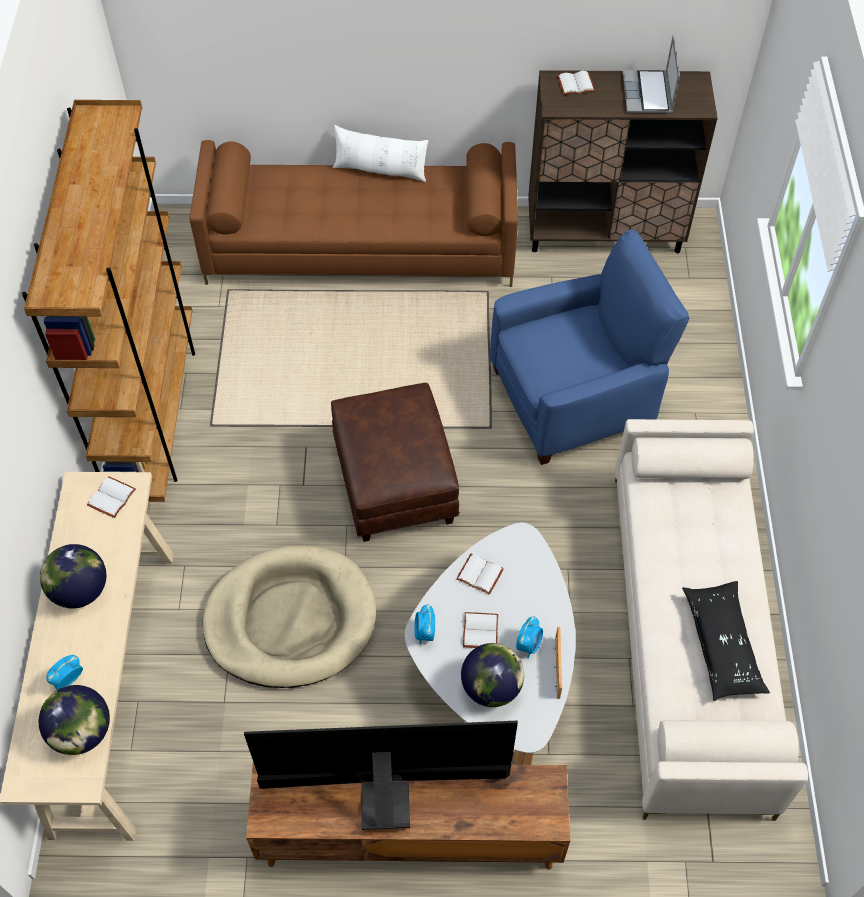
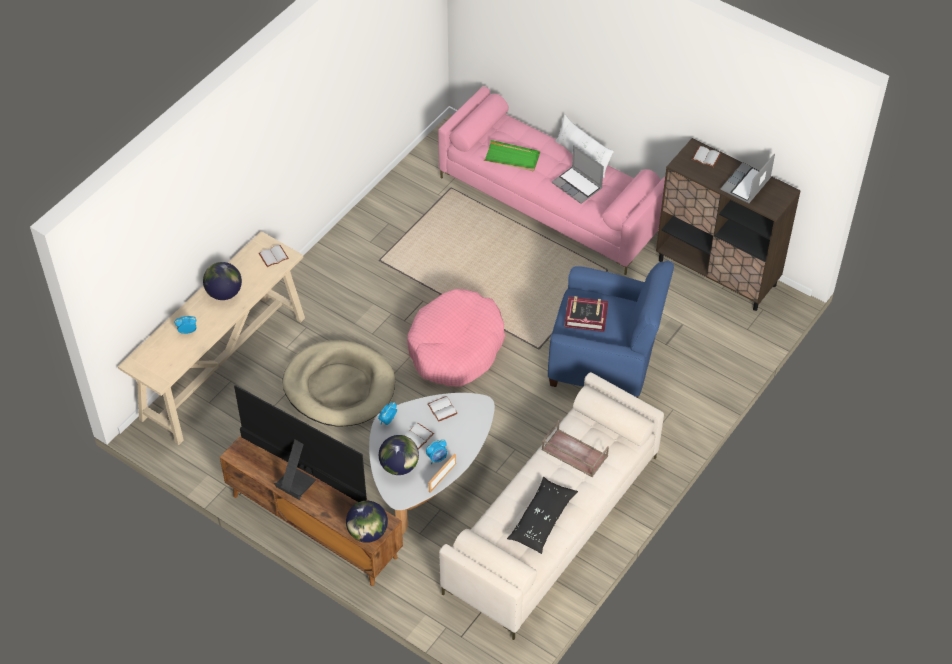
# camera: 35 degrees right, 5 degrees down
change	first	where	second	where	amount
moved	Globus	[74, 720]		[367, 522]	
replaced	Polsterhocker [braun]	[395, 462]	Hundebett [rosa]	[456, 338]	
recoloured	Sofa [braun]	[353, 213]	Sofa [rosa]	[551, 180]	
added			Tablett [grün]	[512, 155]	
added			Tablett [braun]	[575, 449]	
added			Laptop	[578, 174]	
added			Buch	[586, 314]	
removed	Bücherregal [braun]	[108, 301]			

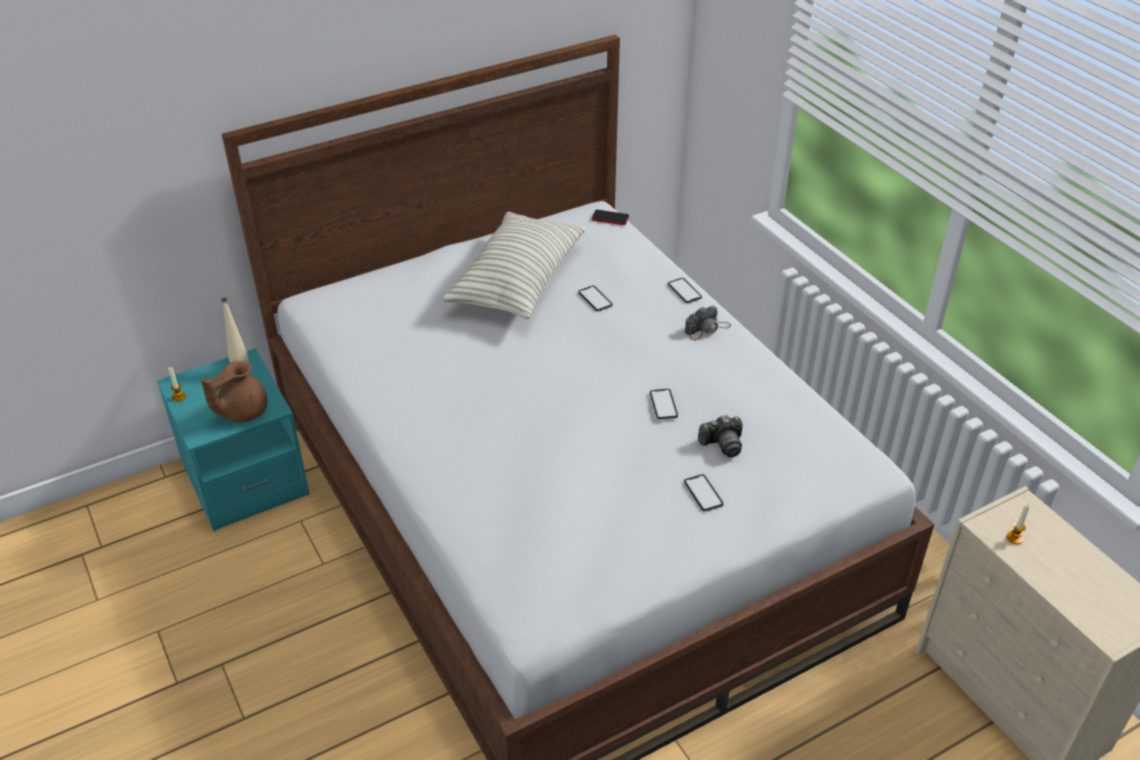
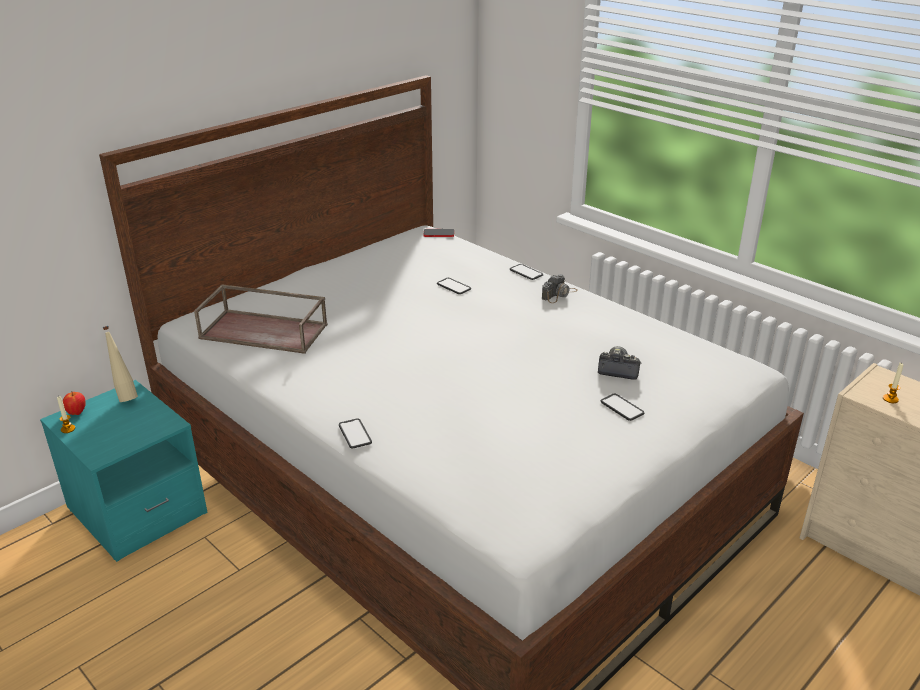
# camera: 15 degrees left, 10 degrees down
change	first	where	second	where	amount
added			Apfel	[74, 403]	
added			Tablett [braun]	[261, 319]	
moved	Handy	[664, 404]		[355, 433]	
turned	Kamera	[720, 436]		[620, 363]	135 degrees counterclockwise
removed	Teekanne [braun]	[234, 391]			
removed	Kissen	[514, 265]			

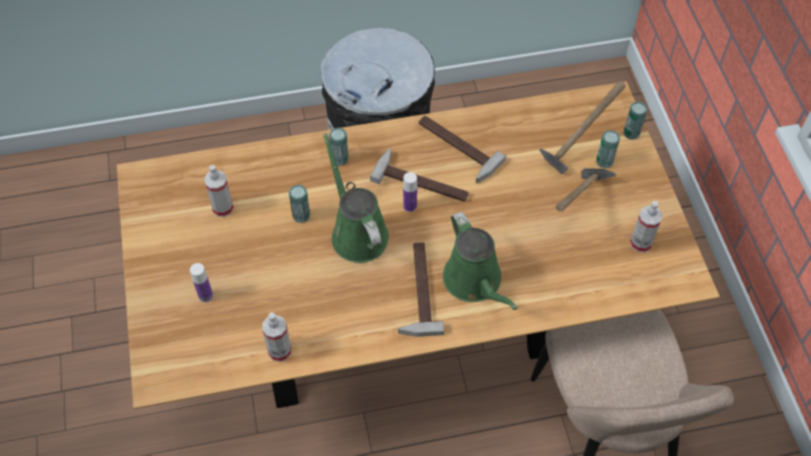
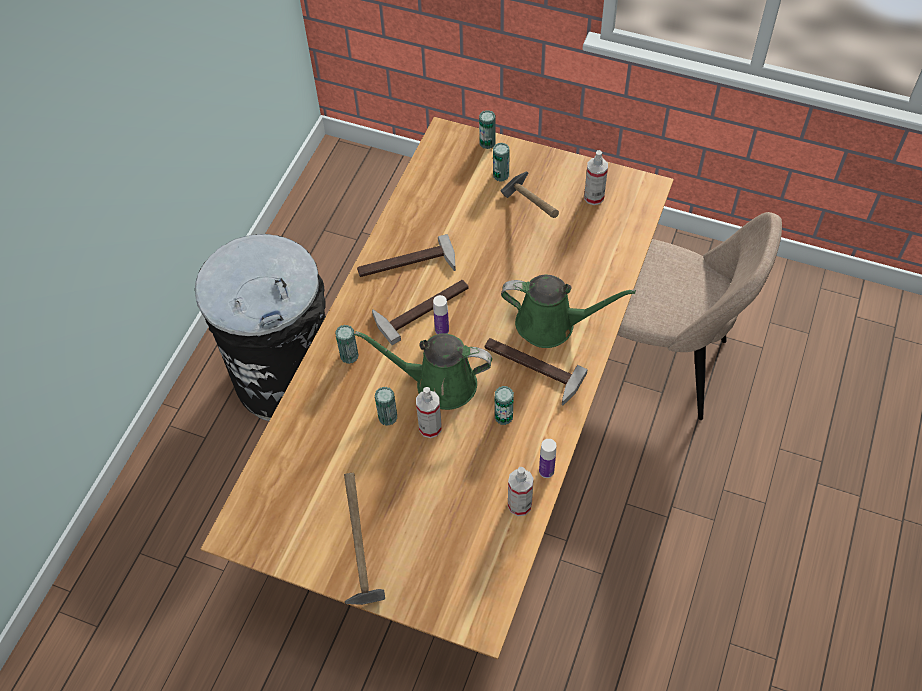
# camera: 55 degrees left, 0 degrees up
change	first	where	second	where	amount
moved	Hammer	[582, 127]		[364, 539]	
moved	Sprühflasche	[219, 191]		[429, 412]	
added			Dose	[504, 405]	
moved	Flasche	[201, 282]		[547, 458]	

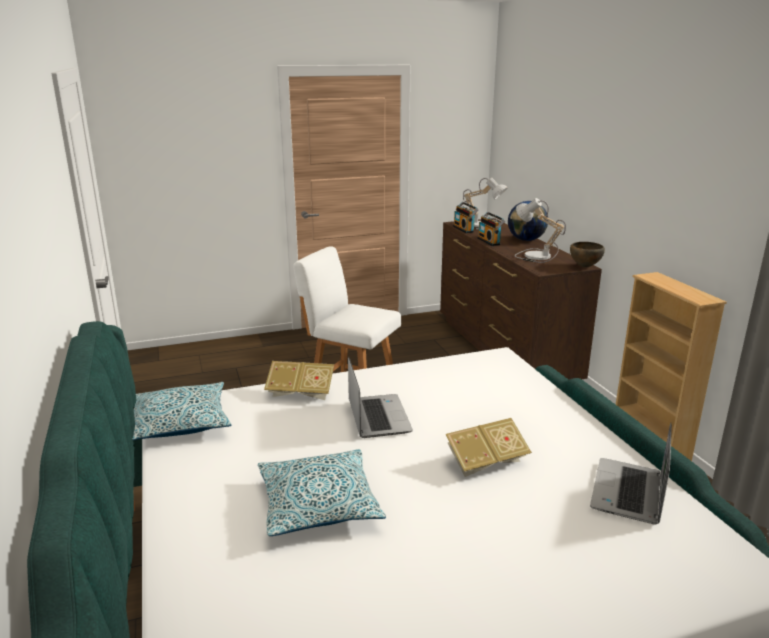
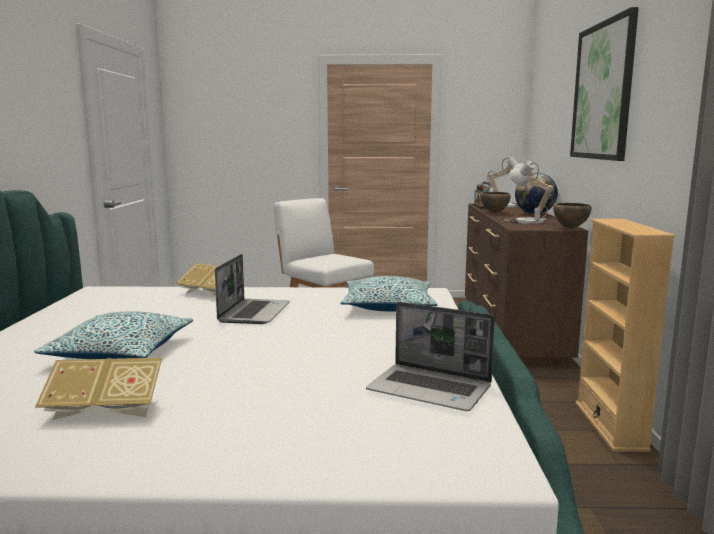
# camera: 20 degrees right, 10 degrees down
change	first	where	second	where	amount
moved	Buch	[489, 447]		[98, 389]	
moved	Kissen	[182, 411]		[388, 294]	
turned	Laptop	[631, 474]		[430, 356]	105 degrees counterclockwise
replaced	Radio	[491, 229]	Schüssel [braun]	[495, 202]	
added			Bild	[604, 84]	

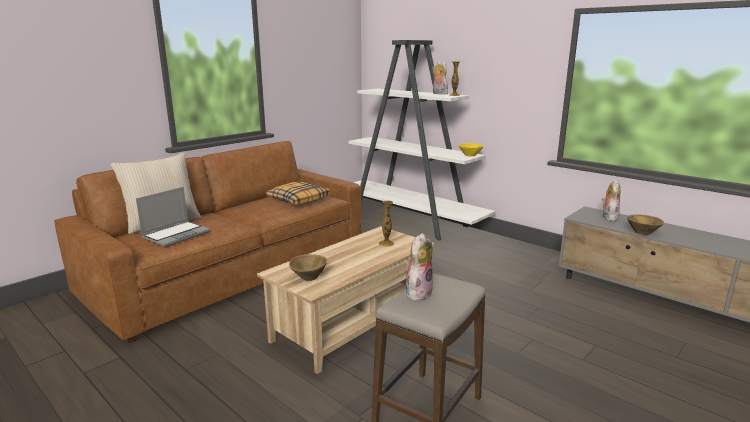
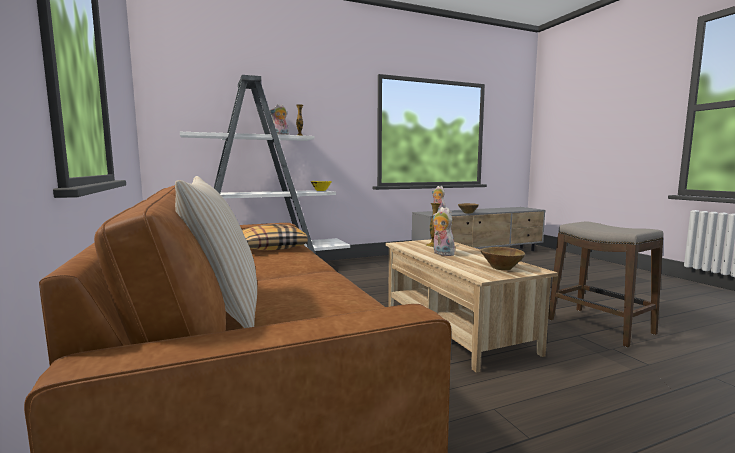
# camera: 65 degrees left, 10 degrees down
change	first	where	second	where	amount
moved	Plüschtier	[419, 267]		[445, 231]	
removed	Laptop	[173, 217]			

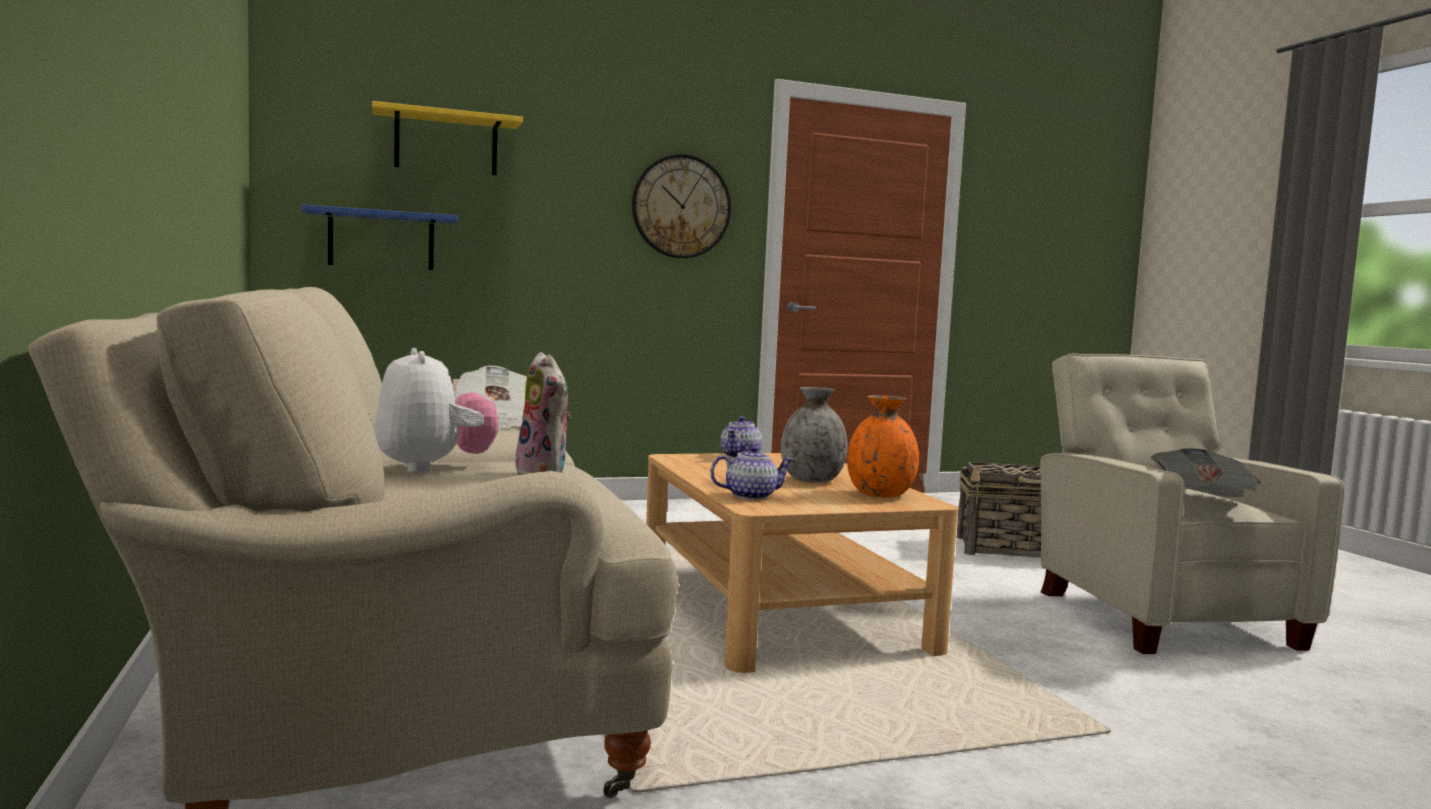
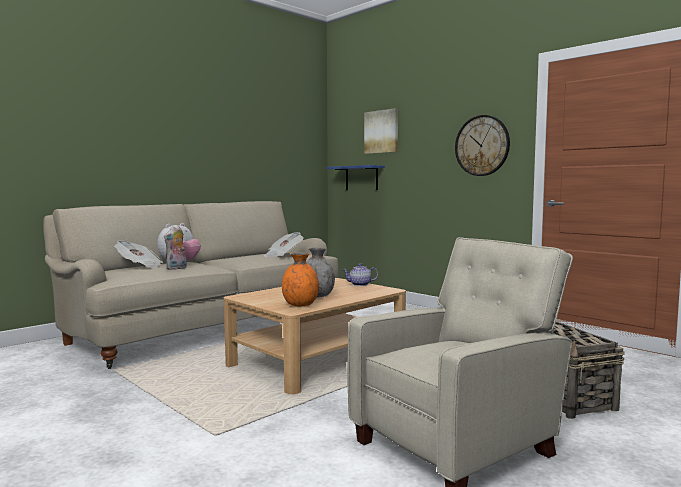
# camera: 65 degrees right, 0 degrees up
change	first	where	second	where	amount
moved	Zeitung	[1206, 472]		[138, 254]	
replaced	Wandregal [gelb]	[447, 138]	Bild	[381, 131]	
removed	Teekanne	[752, 473]			

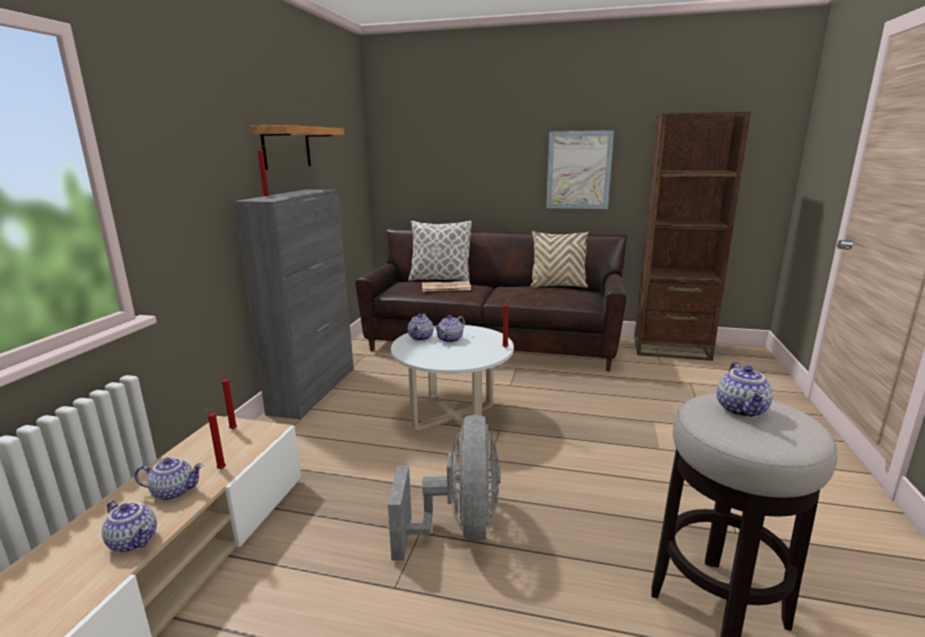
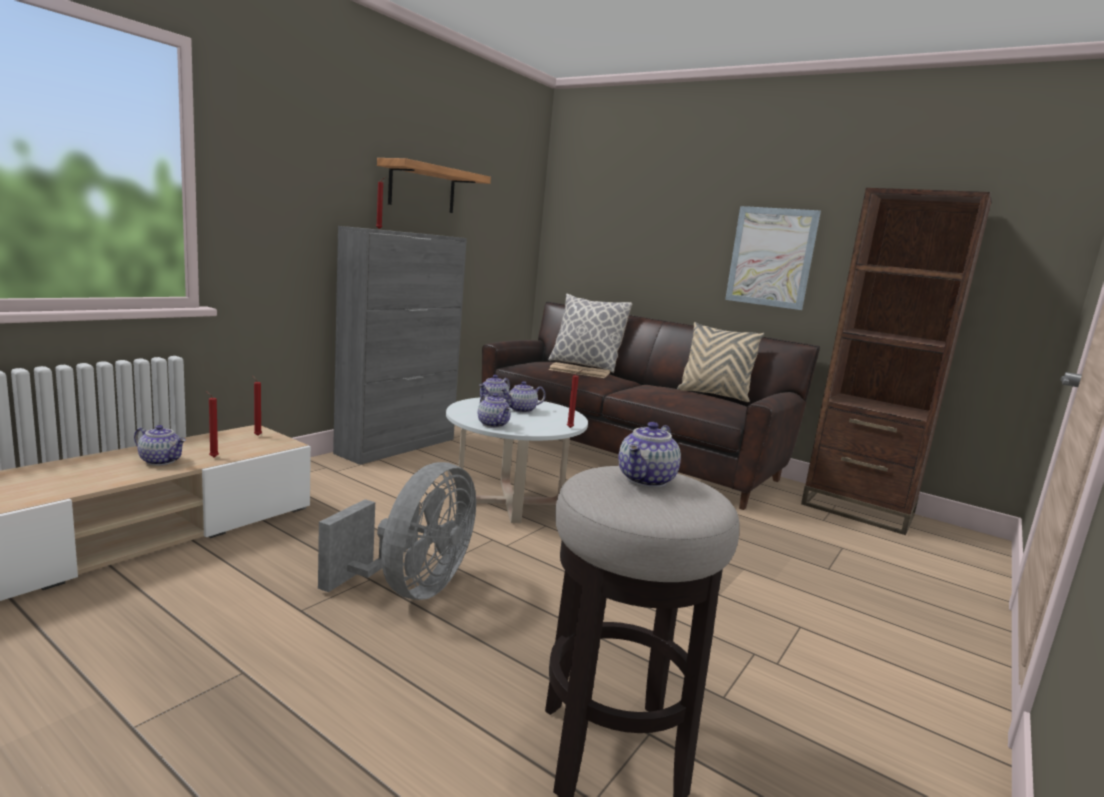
# camera: 20 degrees right, 5 degrees down
change	first	where	second	where	amount
moved	Teekanne	[129, 526]		[494, 410]	

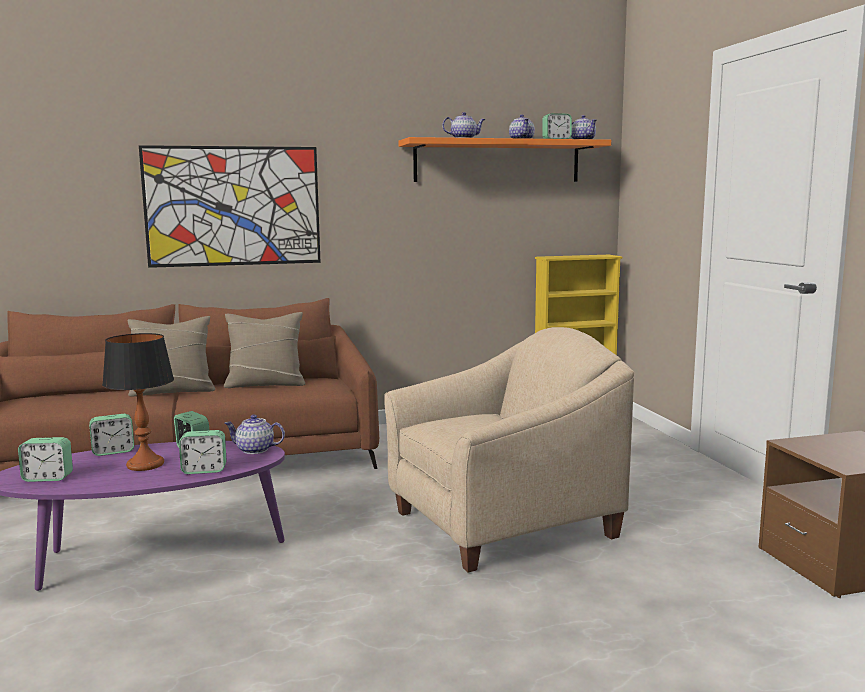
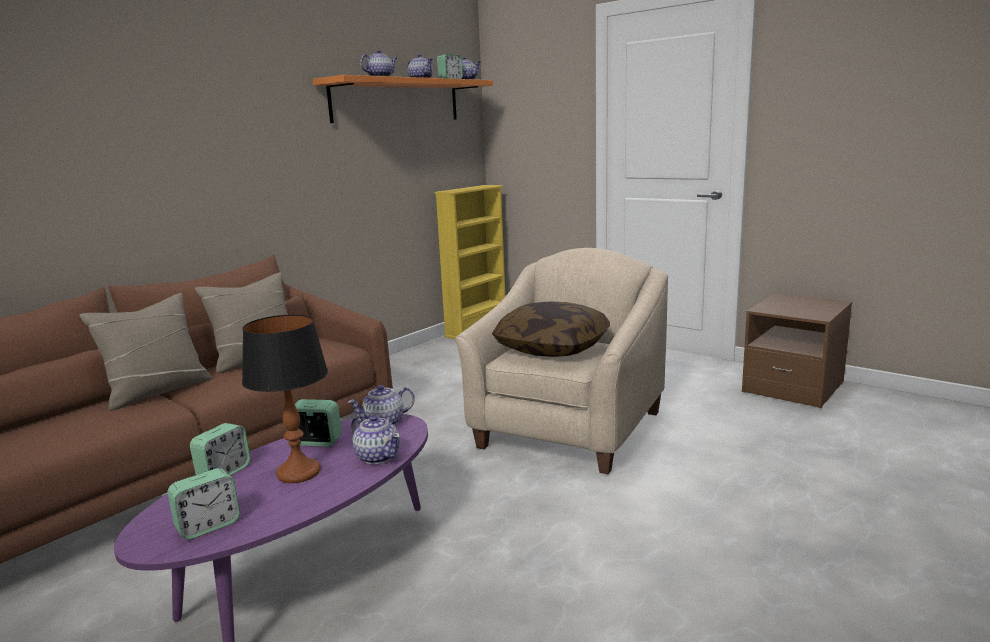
# camera: 35 degrees left, 5 degrees up
change	first	where	second	where	amount
replaced	Wecker	[203, 452]	Teekanne	[375, 439]	
added			Kissen	[551, 329]	
removed	Bild	[230, 206]			

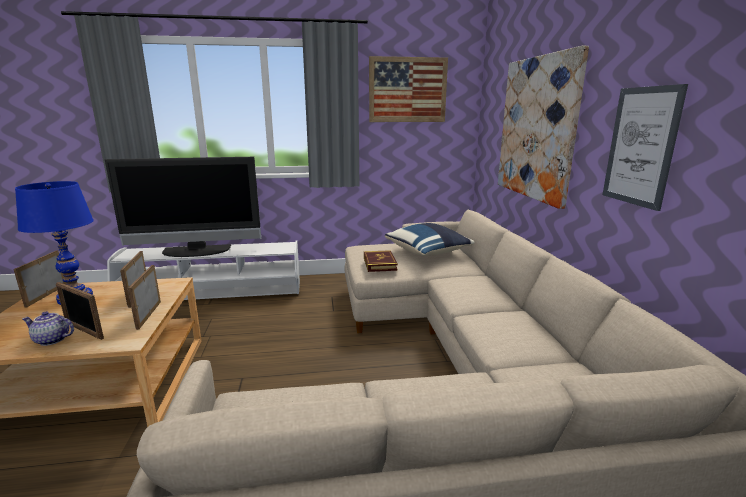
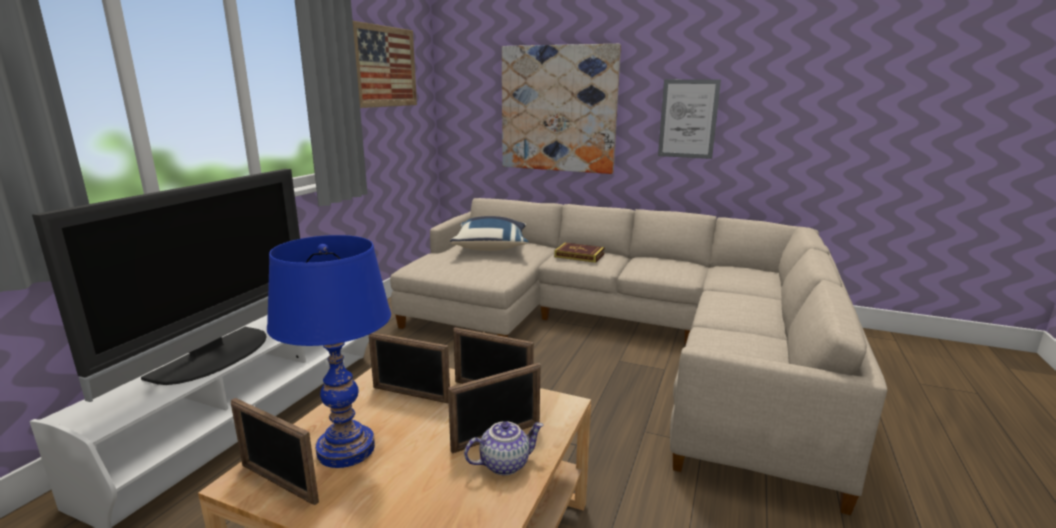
# camera: 60 degrees left, 0 degrees up
change	first	where	second	where	amount
turned	Teekanne	[48, 328]		[503, 448]	150 degrees counterclockwise
moved	Buch	[381, 261]		[579, 253]	

